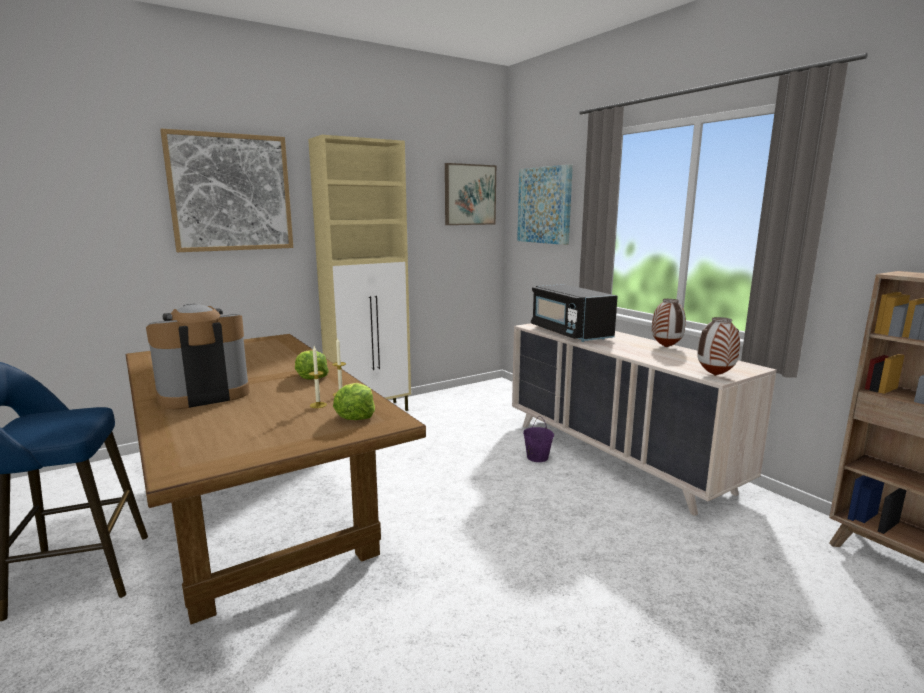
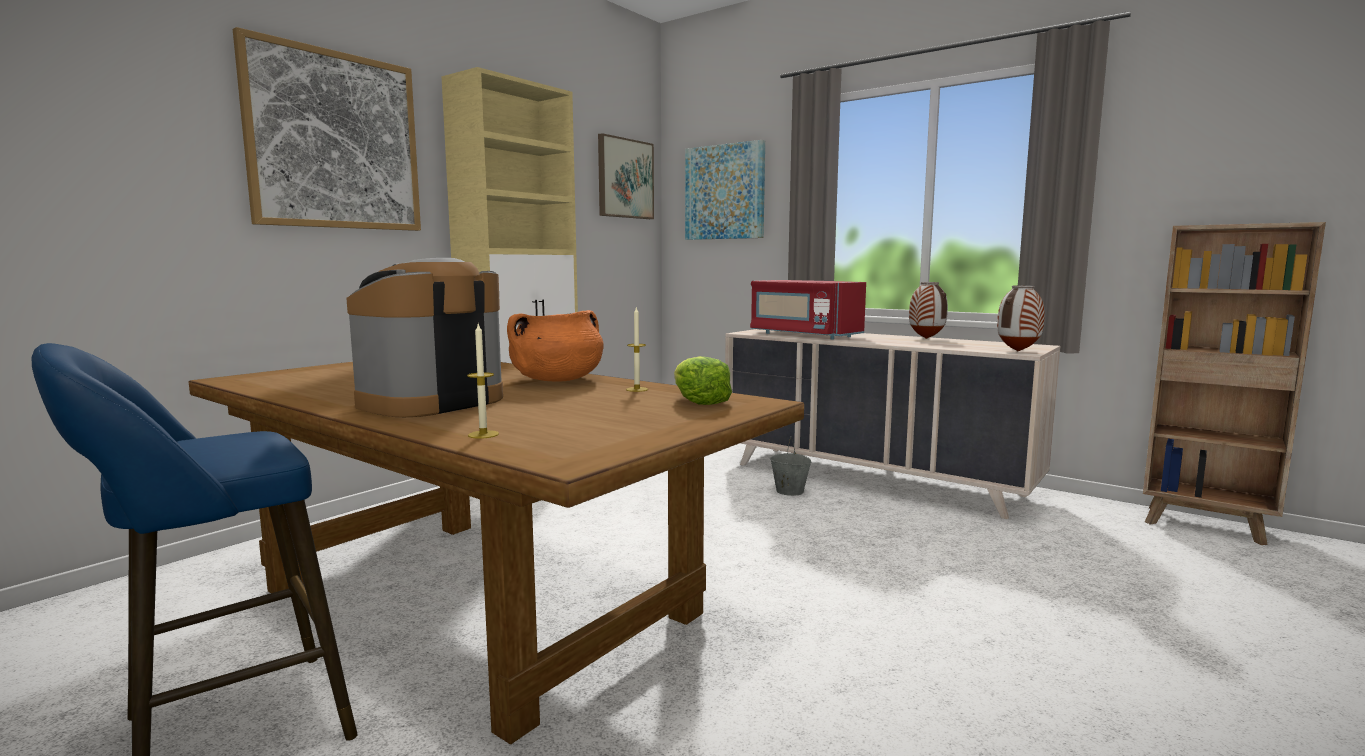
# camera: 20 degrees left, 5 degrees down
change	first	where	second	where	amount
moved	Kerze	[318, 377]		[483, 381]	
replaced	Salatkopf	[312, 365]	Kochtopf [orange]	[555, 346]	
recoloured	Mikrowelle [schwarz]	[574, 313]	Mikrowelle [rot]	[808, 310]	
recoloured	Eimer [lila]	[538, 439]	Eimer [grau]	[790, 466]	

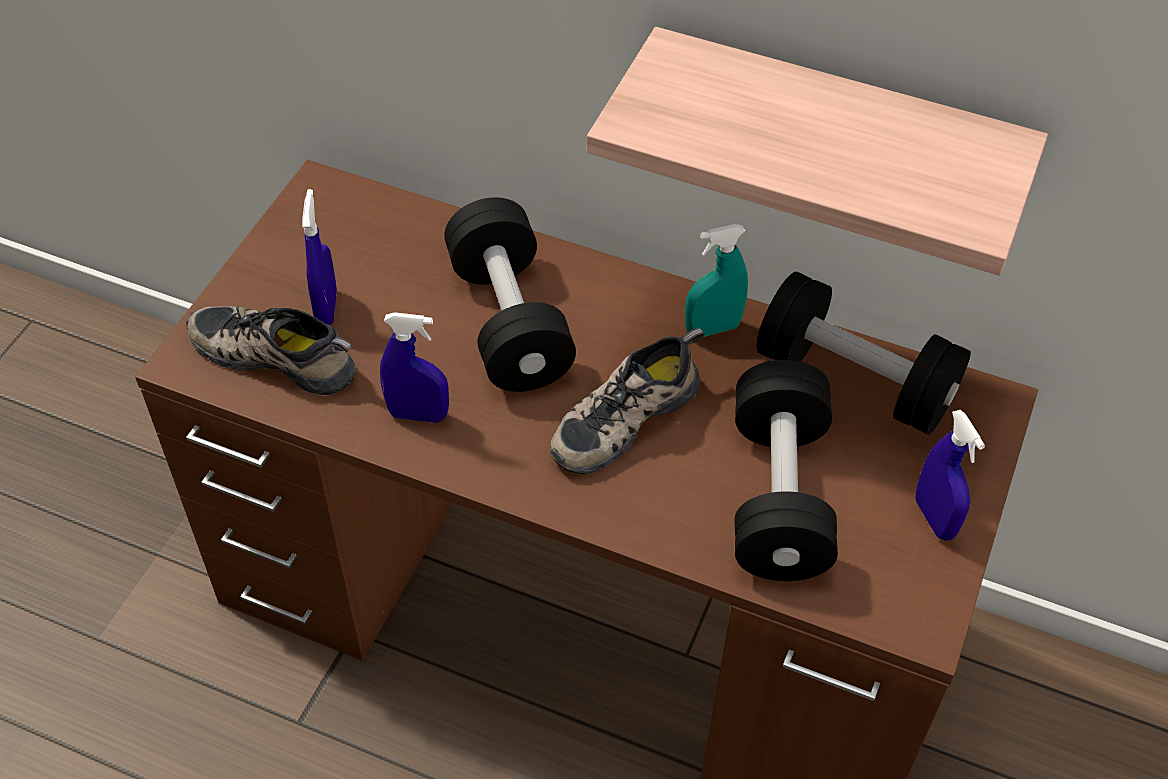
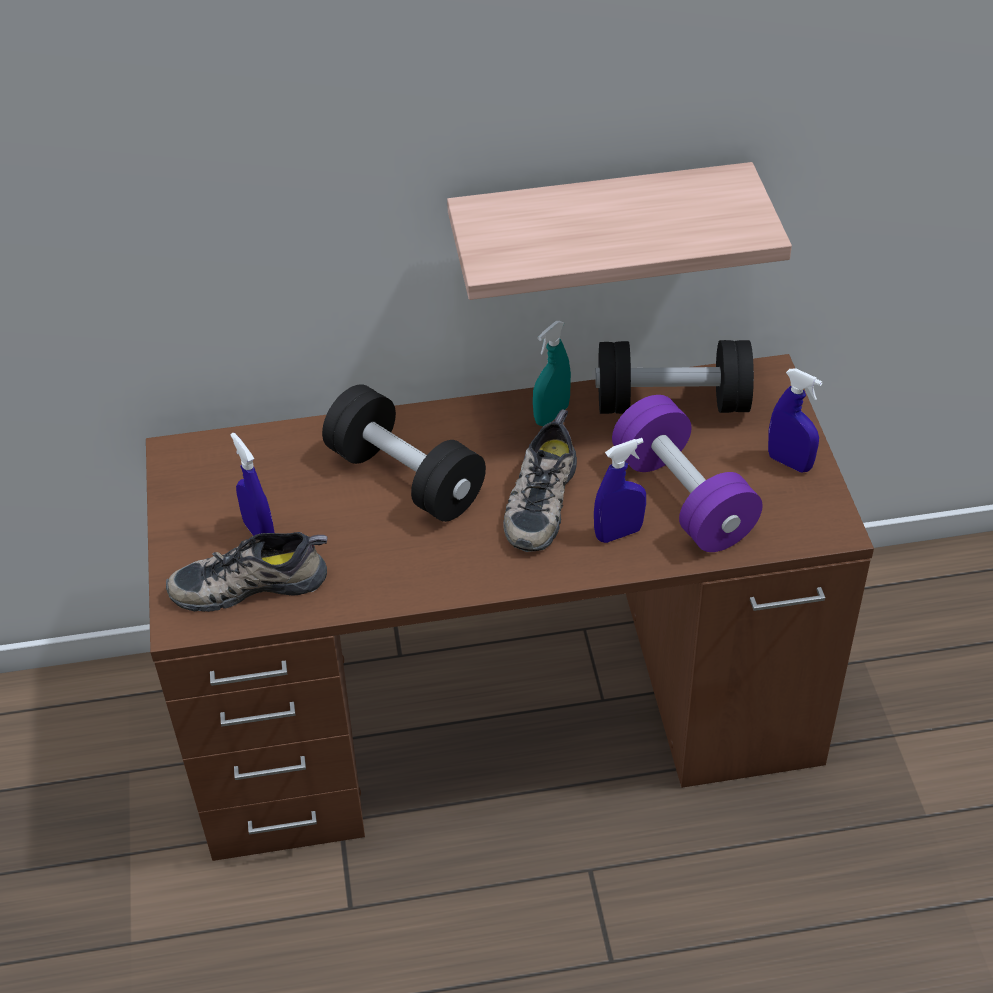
# camera: 30 degrees left, 5 degrees down
change	first	where	second	where	amount
moved	Sprühflasche [blau]	[414, 367]		[620, 490]	
recoloured	Hantel [schwarz]	[786, 470]	Hantel [lila]	[687, 473]	

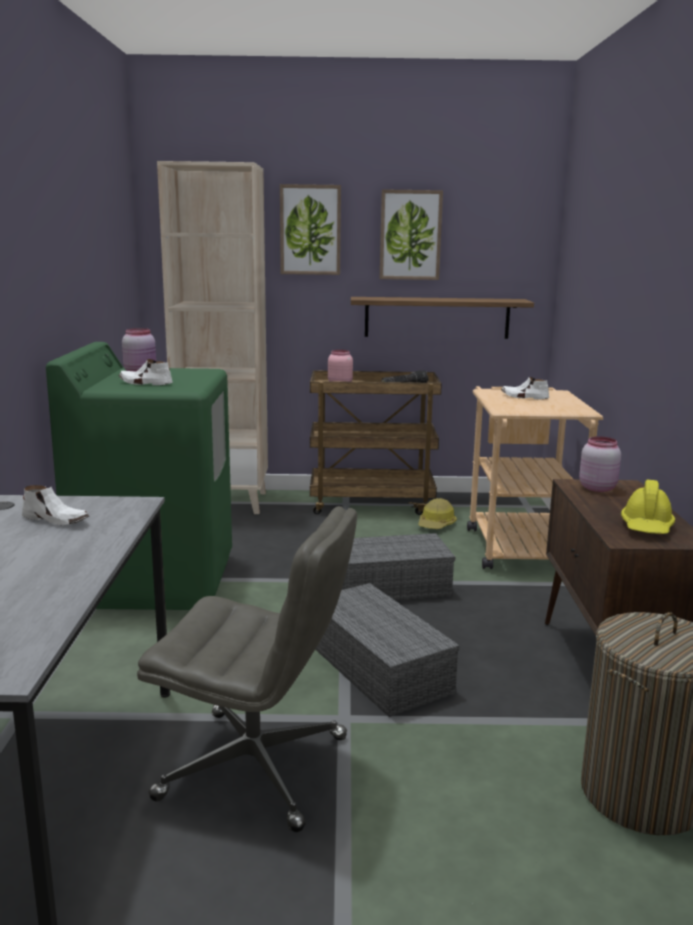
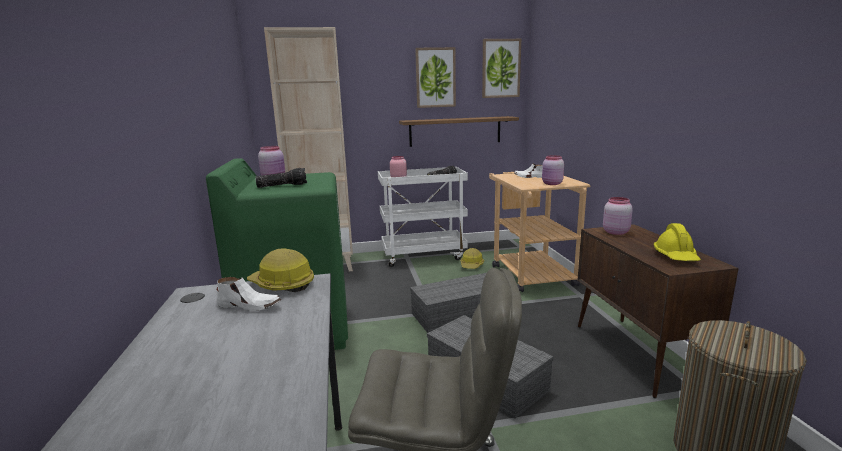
# camera: 10 degrees left, 0 degrees up
change	first	where	second	where	amount
added			Schutzhelm	[280, 270]	
replaced	Schuh [weiß]	[146, 372]	Taschenlampe	[281, 178]	
recoloured	Rollwagen [braun]	[376, 442]	Rollwagen [weiß]	[423, 217]	
moved	Bild	[310, 229]		[501, 68]	
added			Vorratsglas [rosa]	[553, 170]	

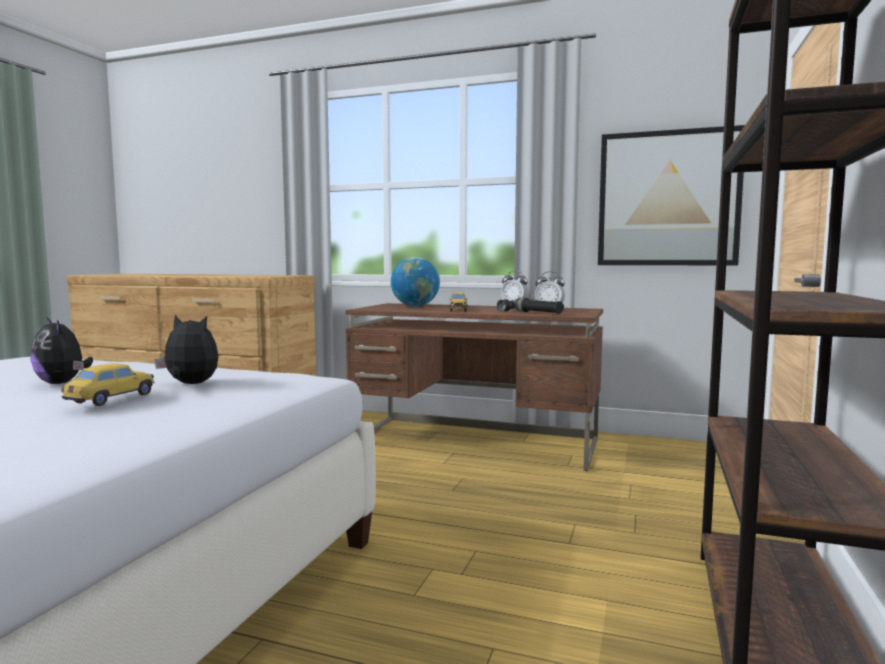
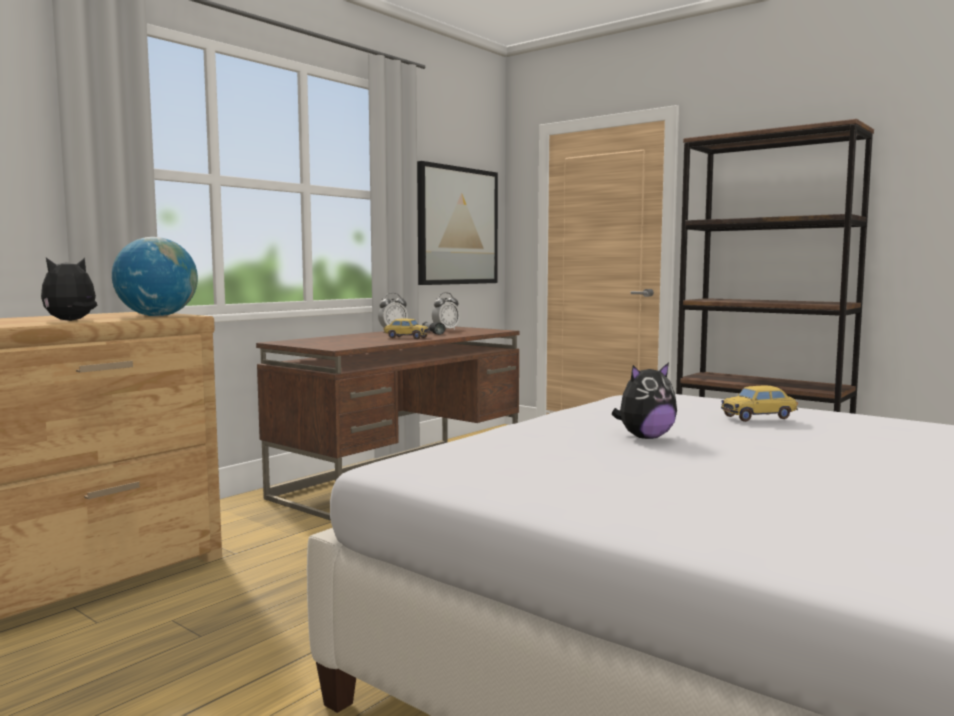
# camera: 70 degrees left, 0 degrees up
change	first	where	second	where	amount
moved	Plüschtier	[187, 349]		[69, 289]	
moved	Globus	[415, 281]		[155, 276]	
turned	Spielzeugauto	[107, 384]		[759, 404]	60 degrees counterclockwise
removed	Taschenlampe [schwarz]	[539, 306]			

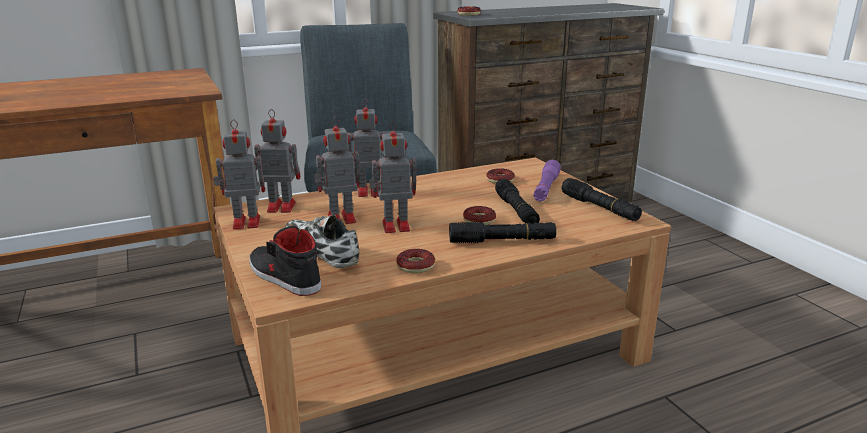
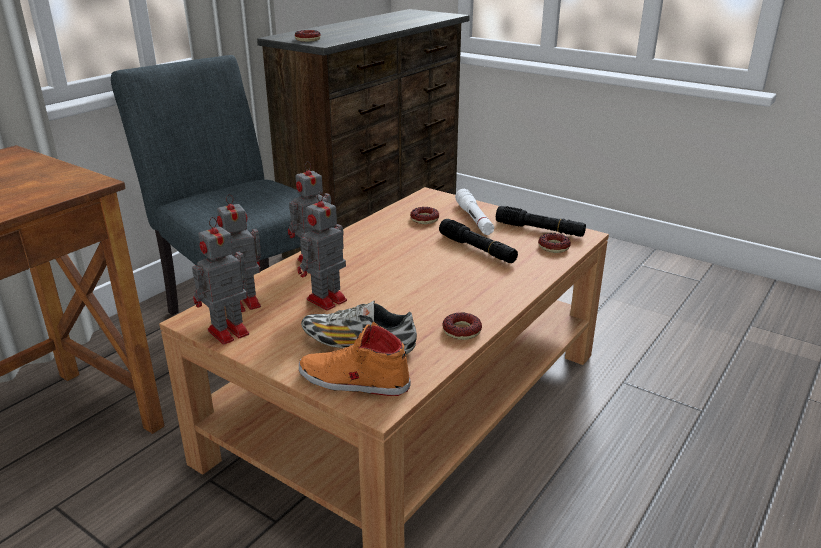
# camera: 30 degrees left, 5 degrees up
change	first	where	second	where	amount
recoloured	Schuh [schwarz]	[285, 261]	Schuh [orange]	[355, 359]	
recoloured	Taschenlampe [lila]	[547, 181]	Taschenlampe [weiß]	[474, 212]	
moved	Donut	[479, 215]		[554, 243]	
removed	Spielzeugroboter	[392, 177]			
removed	Taschenlampe [schwarz]	[502, 232]			

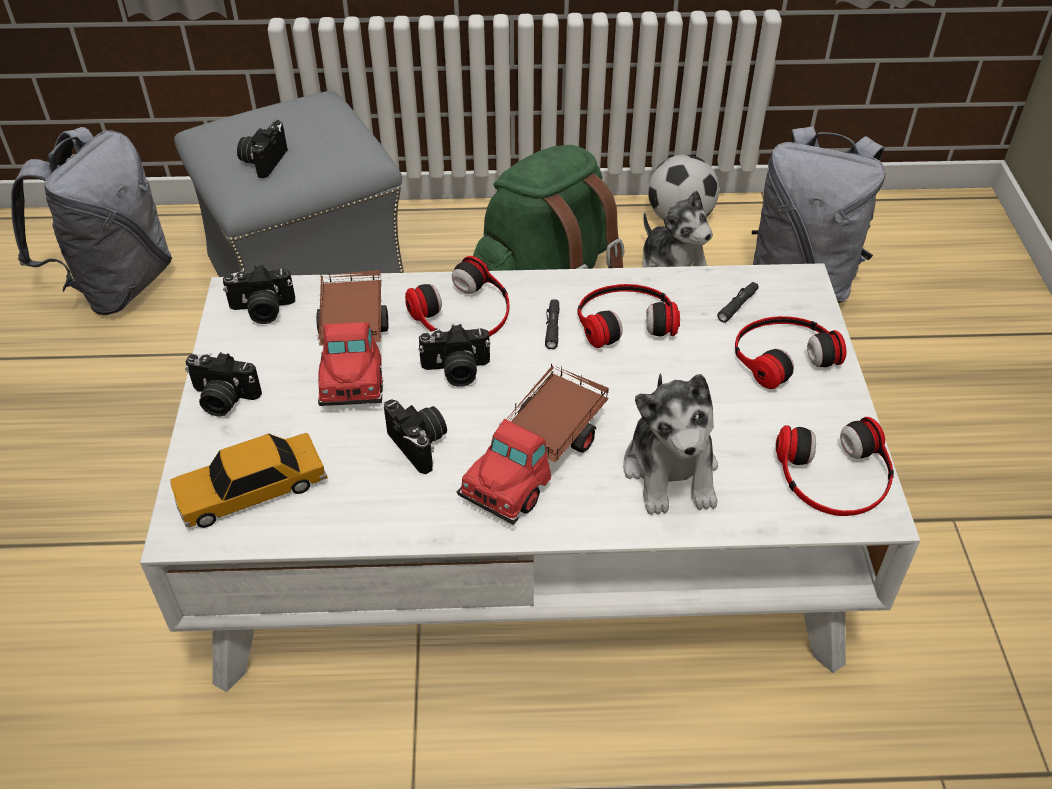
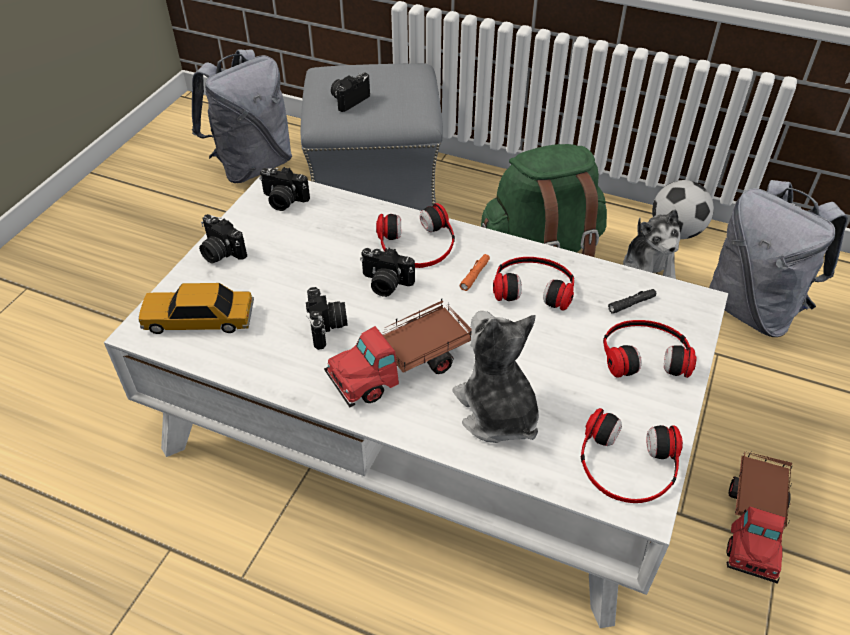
# camera: 25 degrees right, 0 degrees up
change	first	where	second	where	amount
turned	Plüschtier	[670, 444]		[495, 377]	135 degrees clockwise
recoloured	Taschenlampe [schwarz]	[552, 324]	Taschenlampe [orange]	[475, 272]	
moved	Spielzeuglaster	[352, 337]		[759, 517]	

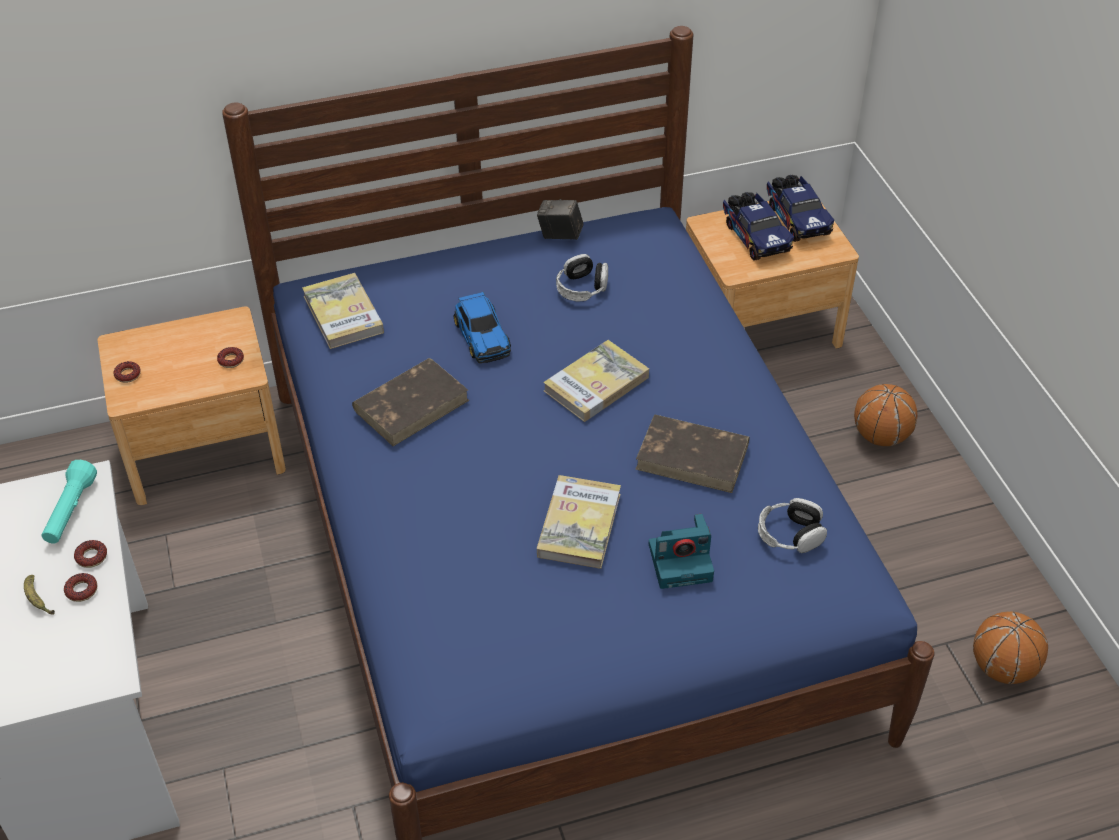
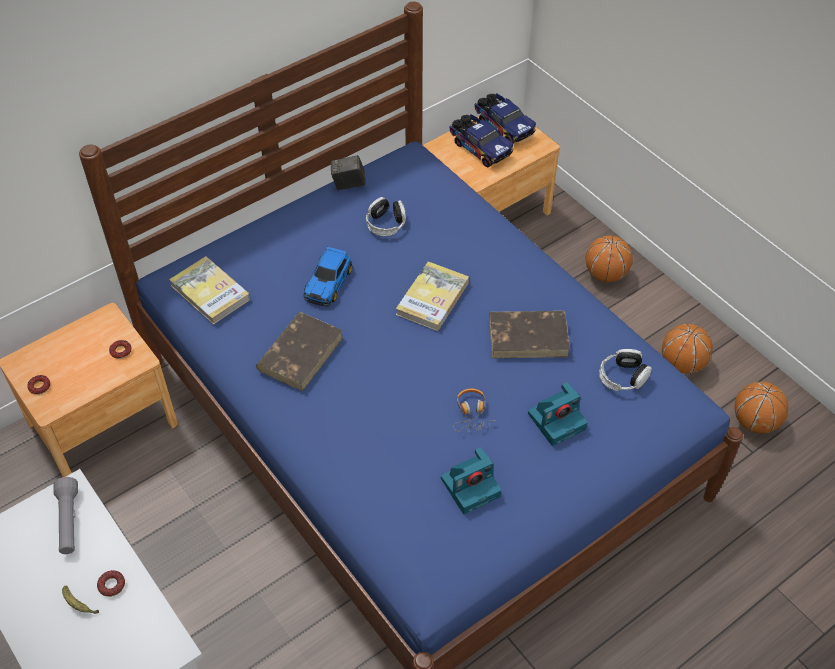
# camera: 20 degrees left, 5 degrees up
change	first	where	second	where	amount
recoloured	Taschenlampe [türkis]	[69, 501]	Taschenlampe [grau]	[65, 515]	
turned	Spielzeugauto	[482, 327]		[328, 277]	60 degrees clockwise
added			Kamera	[471, 480]	
replaced	Buch	[579, 522]	Kopfhörer	[474, 410]	
added			Basketball	[687, 349]	
removed	Donut	[90, 554]			

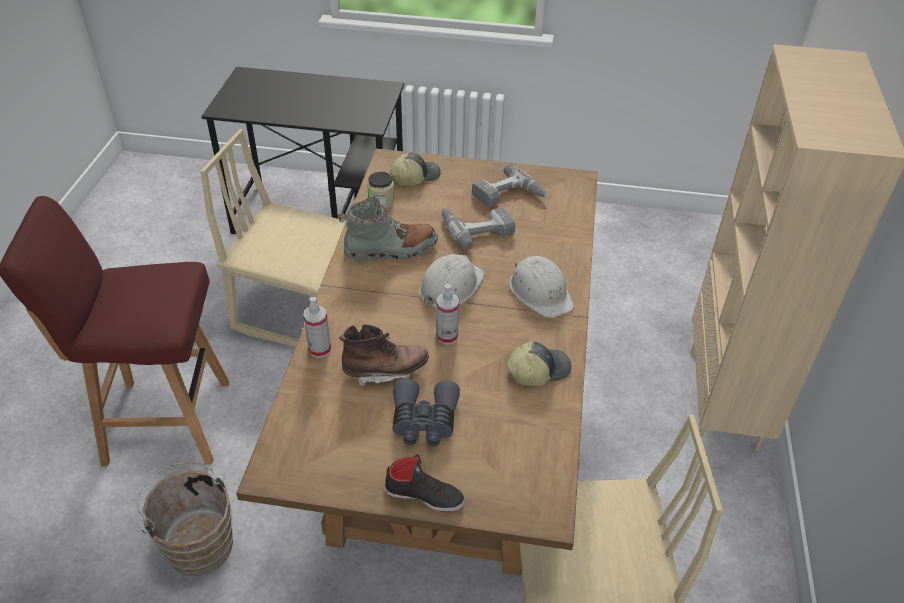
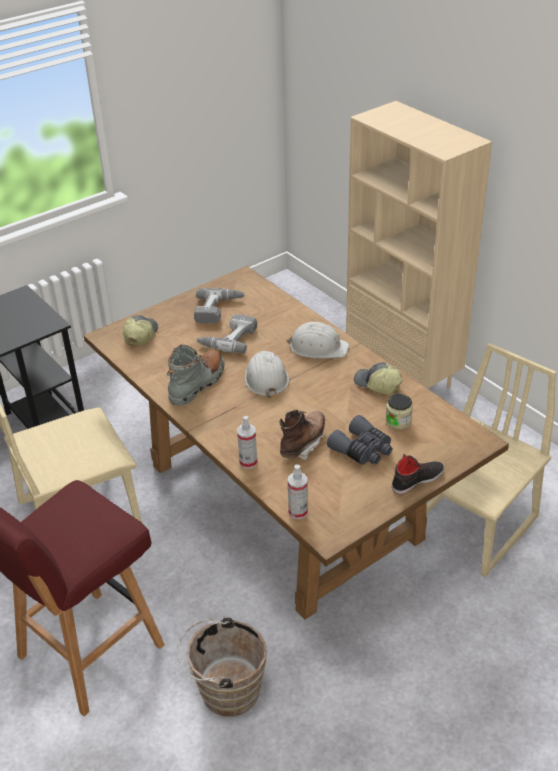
# camera: 45 degrees left, 5 degrees down
change	first	where	second	where	amount
moved	Sprühflasche	[447, 314]		[298, 492]	
turned	Kappe	[539, 363]		[378, 378]	75 degrees counterclockwise
moved	Vorratsglas	[381, 190]		[399, 411]	

